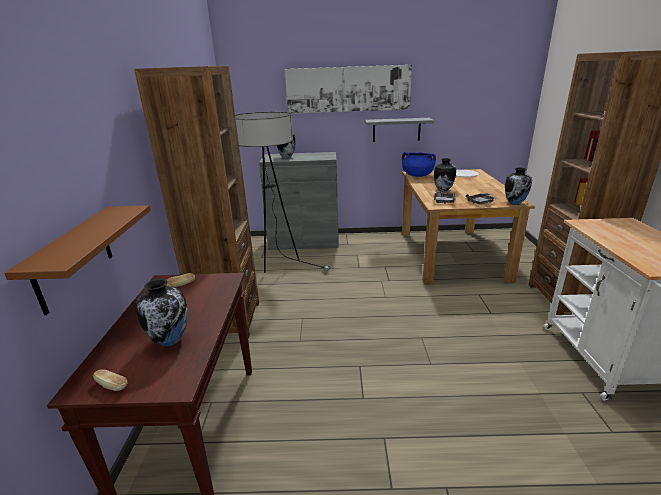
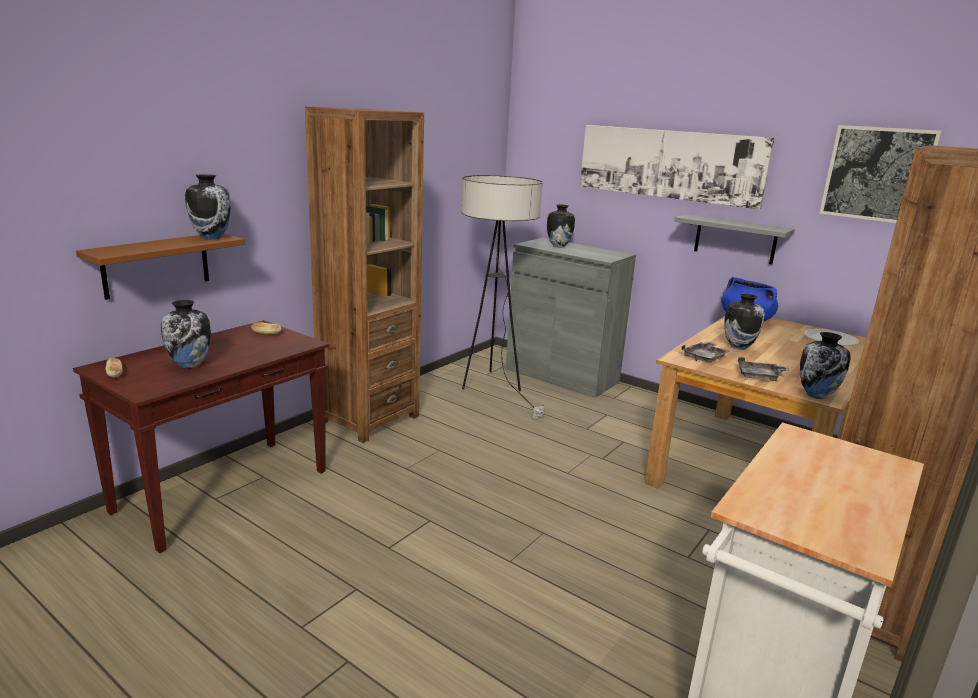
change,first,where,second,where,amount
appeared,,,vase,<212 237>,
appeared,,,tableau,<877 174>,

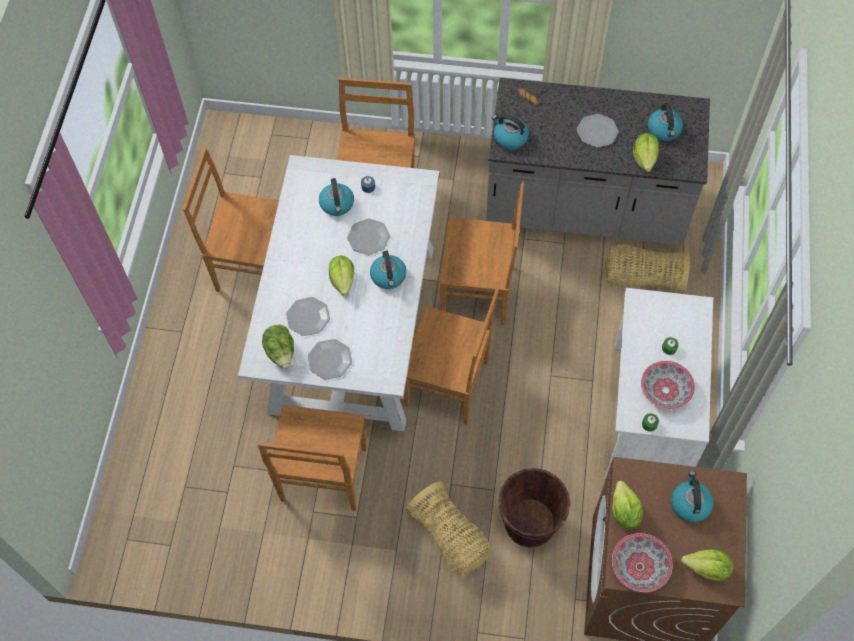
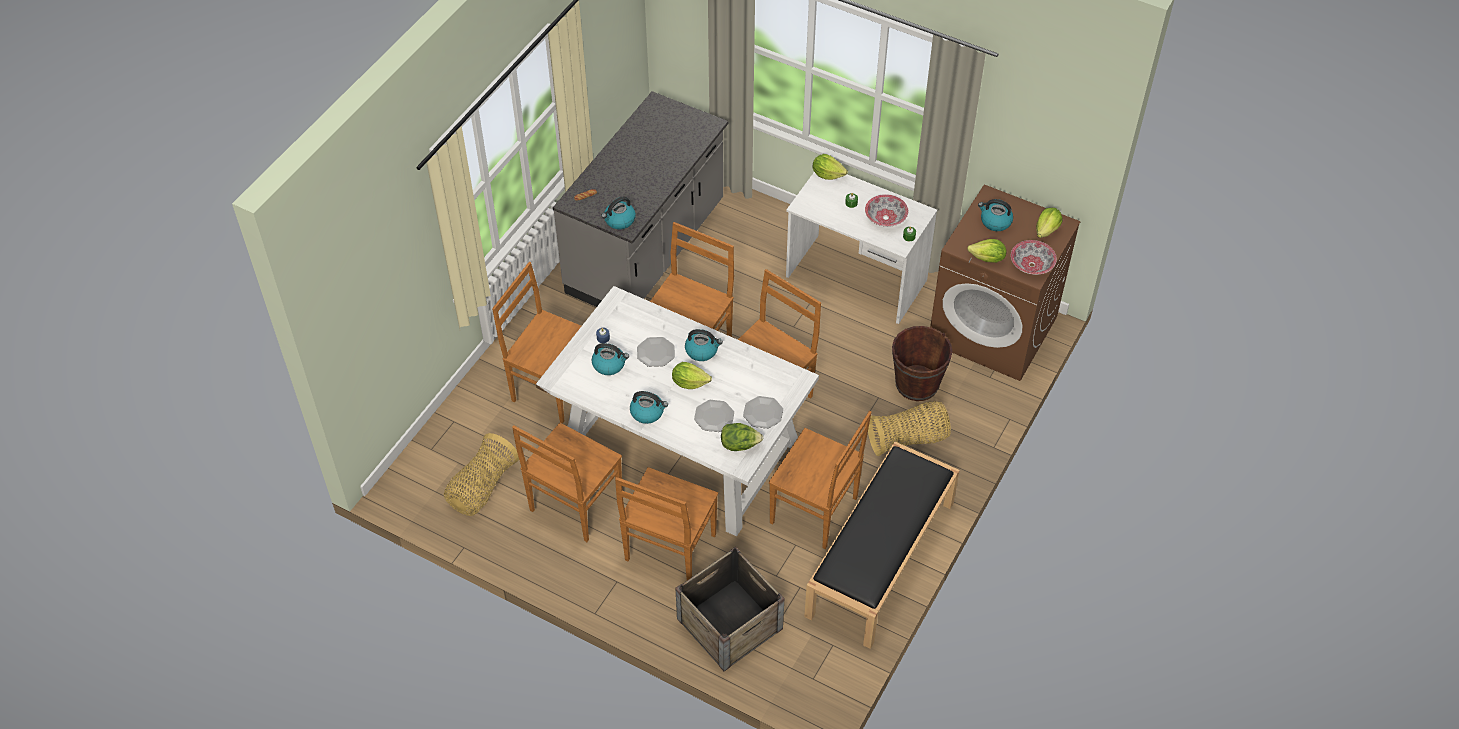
change,first,where,second,where,amount
missing,assiette,<597 131>,,,
appeared,,,chaise/marron,<669 549>,
appeared,,,caisse,<729 623>,
appeared,,,banc/noir,<880 560>,
relocated,panier,<642 278>,,<482 488>,
relocated,laitue,<645 158>,,<827 174>,
relocated,bouilloire,<664 130>,,<648 412>,

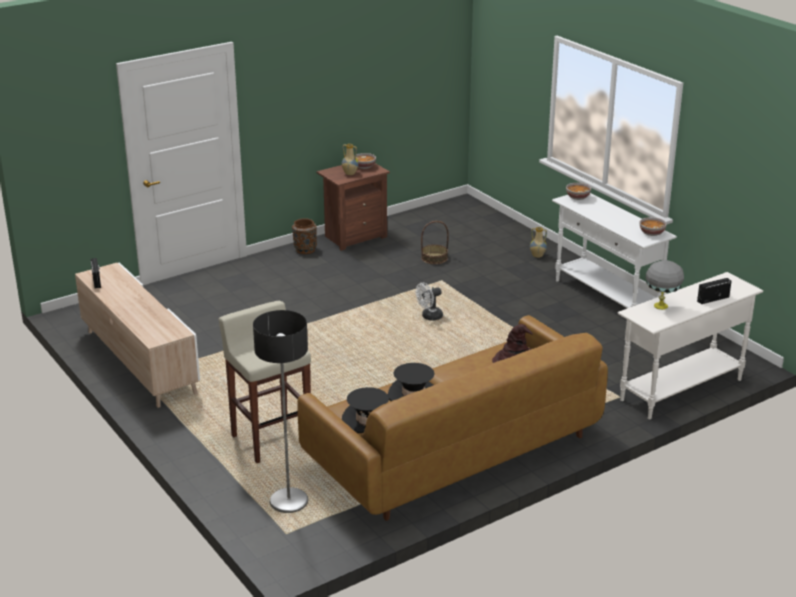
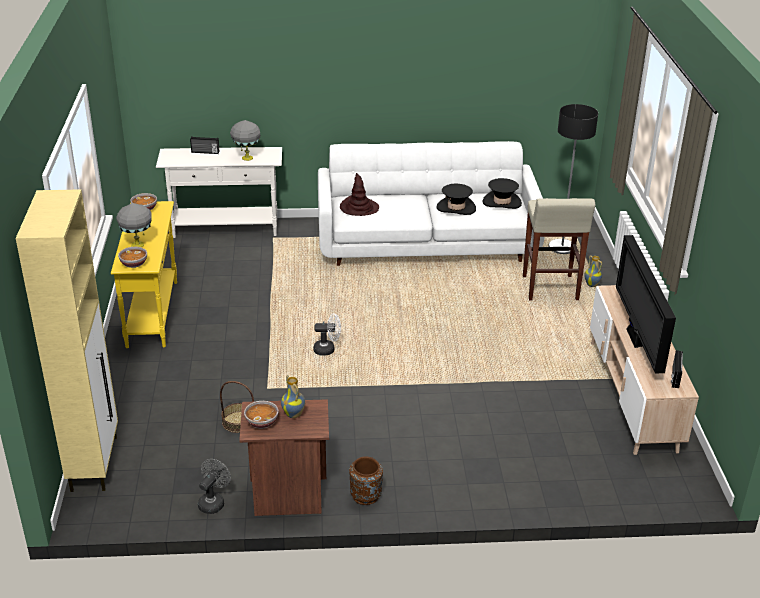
change,first,where,second,where,amount
appeared,,,meuble de rangement/beige,<94 462>,
appeared,,,lampe de table/gris,<138 245>,
appeared,,,ventilateur/gris,<213 502>,
appeared,,,téléviseur,<635 339>,
relocated,vase,<537 256>,,<592 284>,
colour,canapé/marron,<455 451>,canapé/blanc,<426 241>,
colour,table console/blanc,<606 298>,table console/jaune,<153 313>,

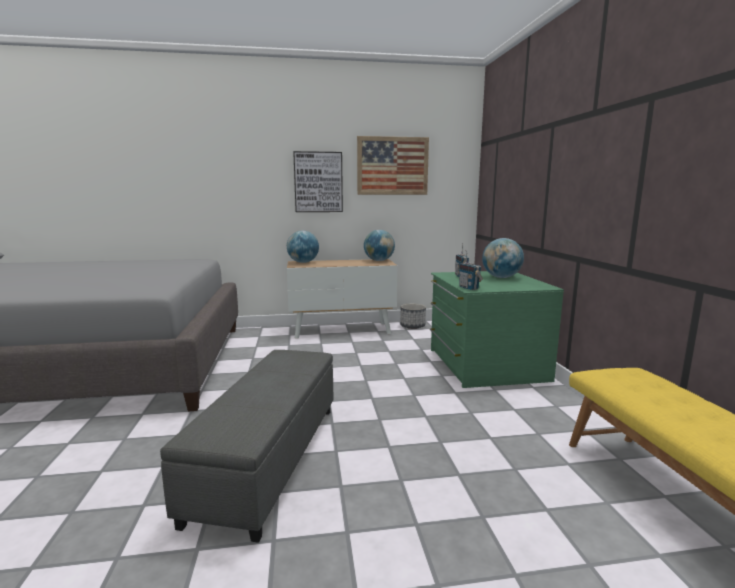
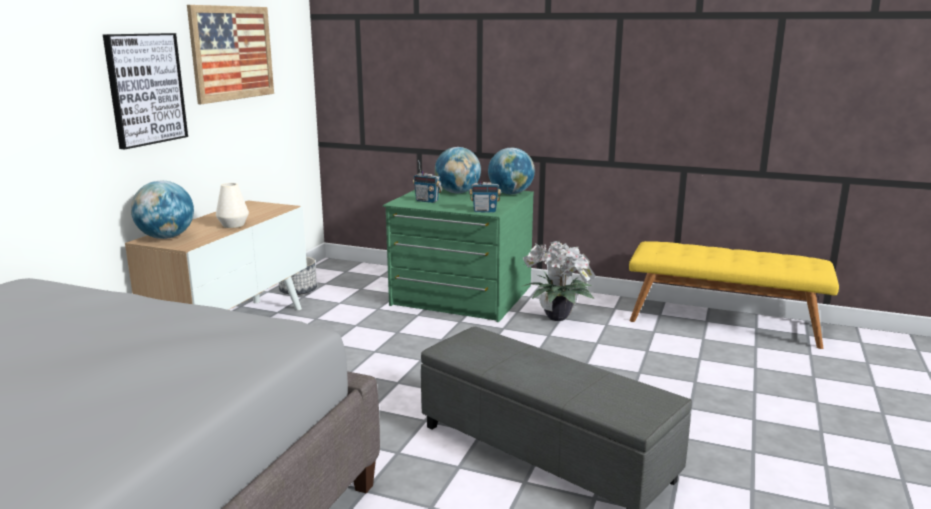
change,first,where,second,where,amount
appeared,,,vase/blanc,<233 225>,
appeared,,,plante en pot,<558 318>,
relocated,globe,<379 261>,,<511 193>,

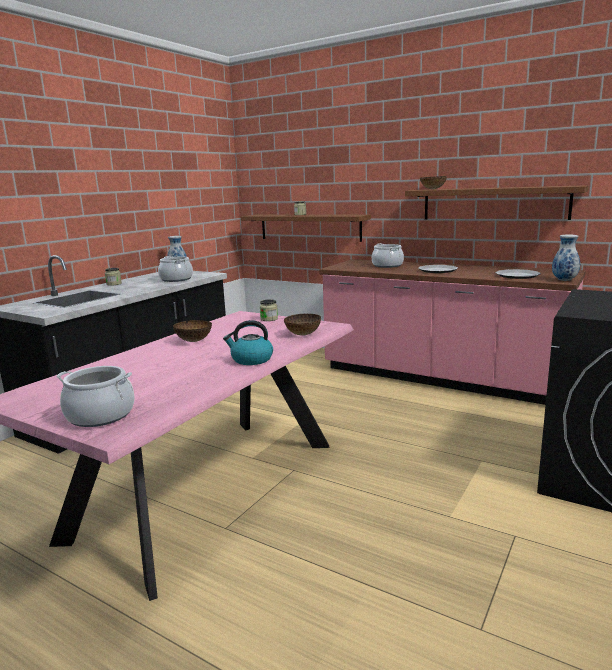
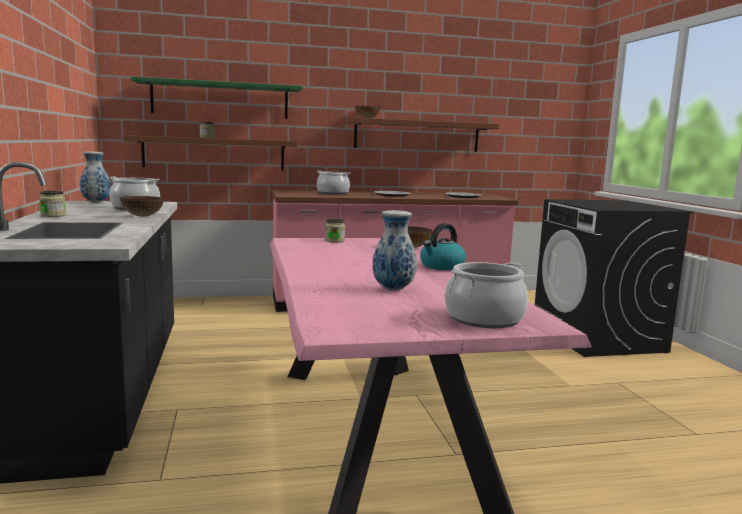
change,first,where,second,where,amount
appeared,,,étagère/vert,<220 100>,
relocated,bol,<194 341>,,<143 216>,
relocated,vase,<564 280>,,<392 289>,

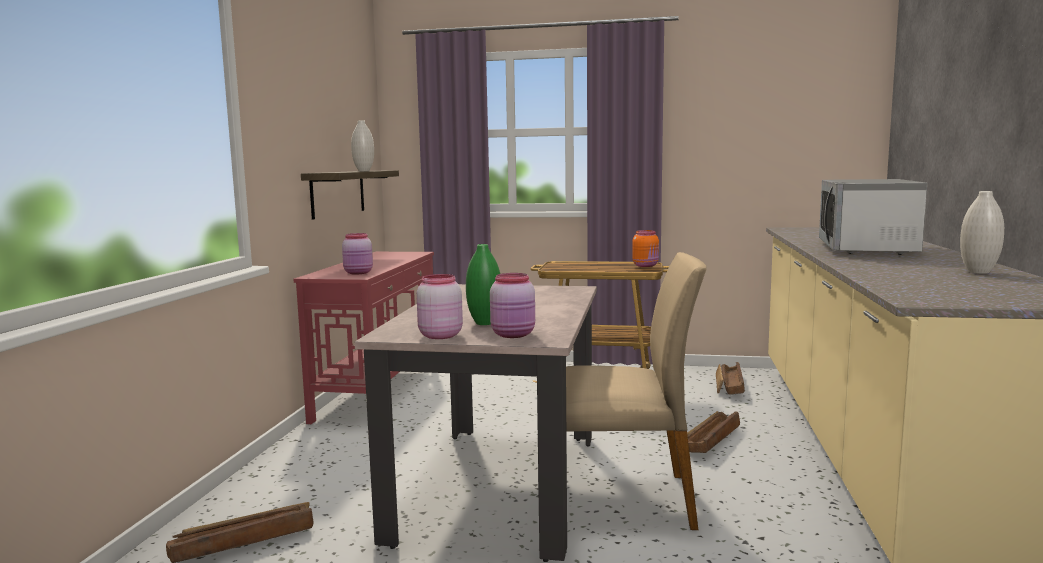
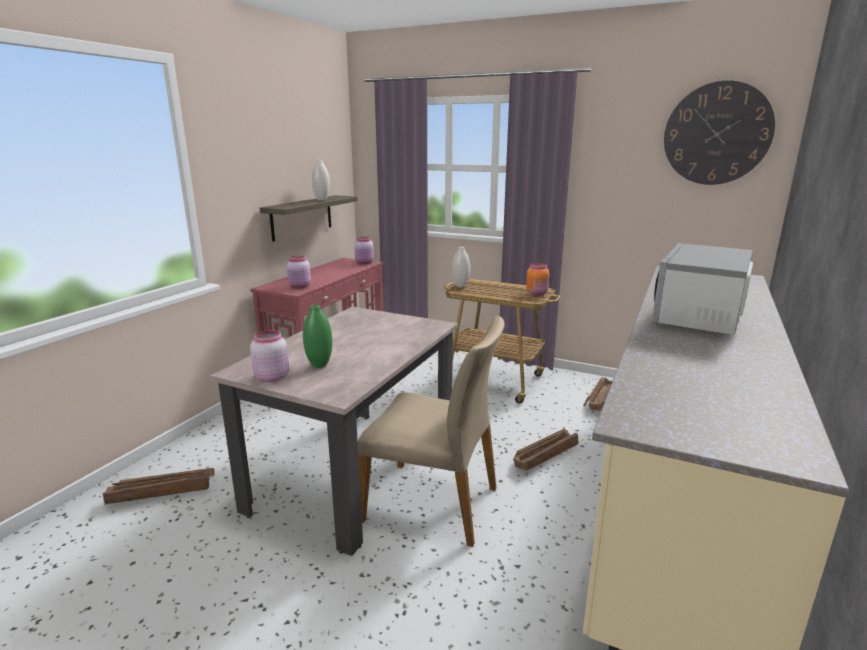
change,first,where,second,where,amount
appeared,,,horloge murale,<717 134>,
relocated,bocal/rose,<514 335>,,<365 263>,
relocated,vase/blanc,<978 272>,,<460 286>,

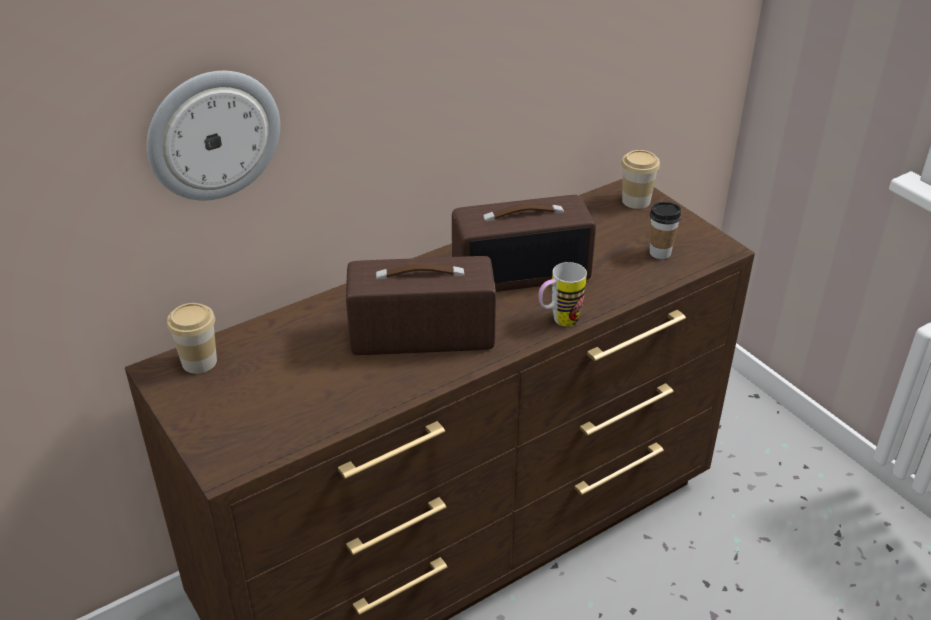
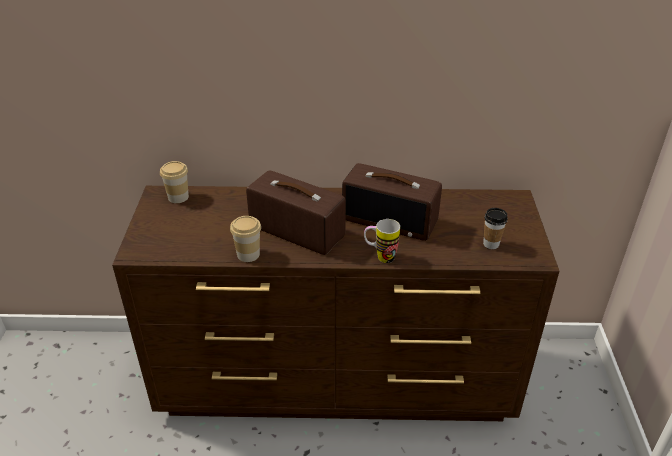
change,first,where,second,where,amount
missing,horloge murale,<213 135>,,,
relocated,tasse,<636 201>,,<248 254>,

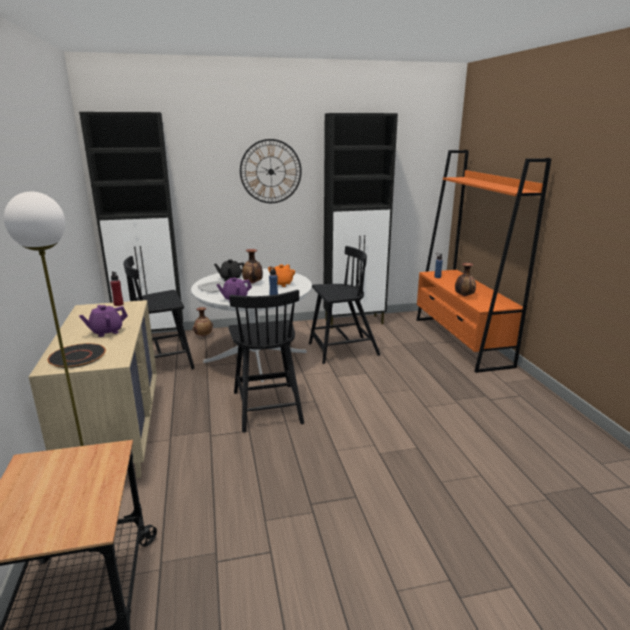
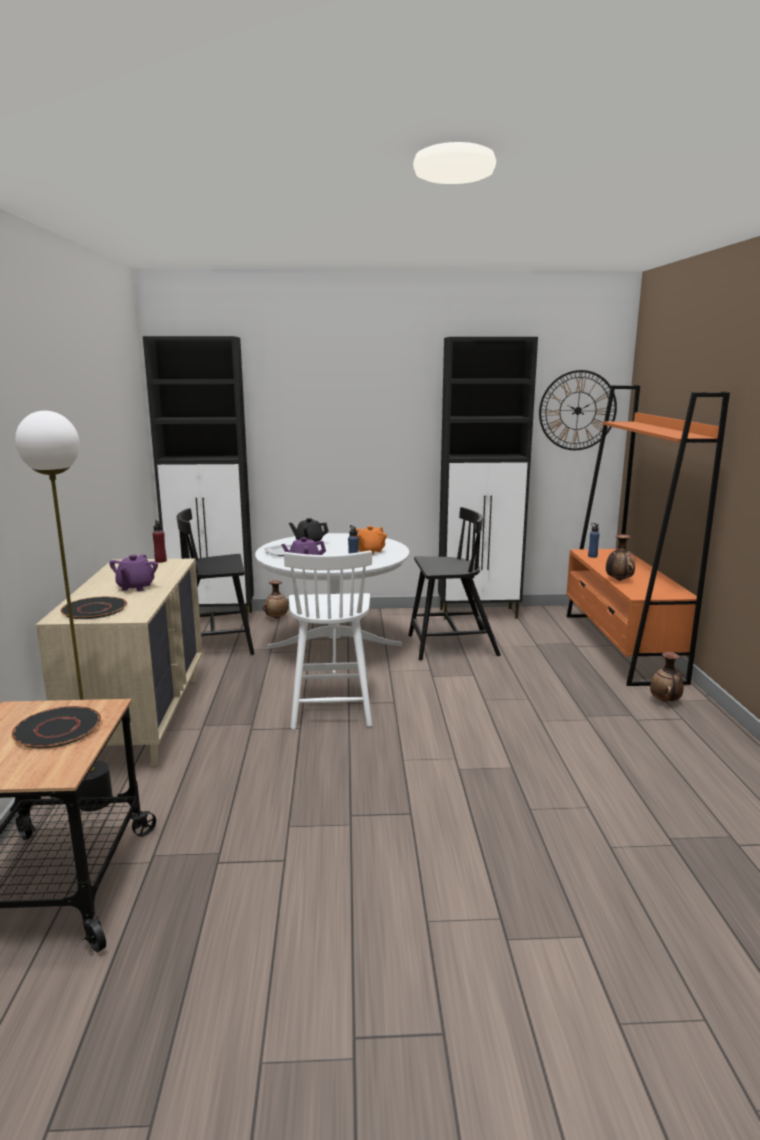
change,first,where,second,where,amount
appeared,,,assiette/noir,<57 729>,
relocated,horloge murale,<270 171>,,<577 410>,
relocated,vase,<253 283>,,<665 701>,
colour,chaise/noir,<267 406>,chaise/blanc,<331 703>,
spun,théière/violet,<106 331>,,<135 587>,60 degrees counterclockwise

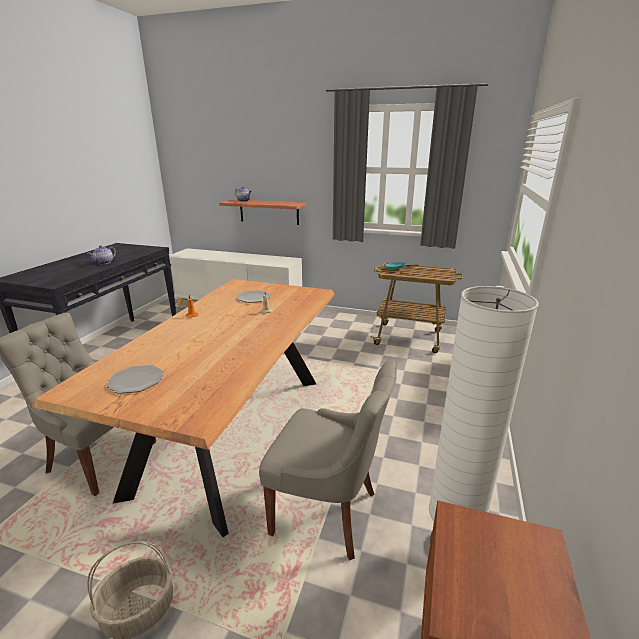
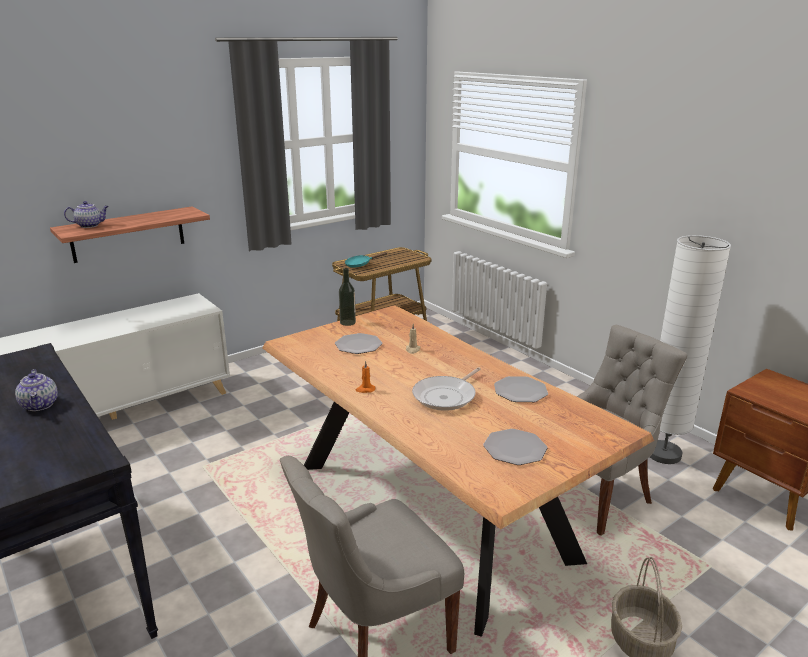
change,first,where,second,where,amount
appeared,,,bouteille,<347 322>,
appeared,,,poêle,<446 396>,
appeared,,,assiette,<520 391>,

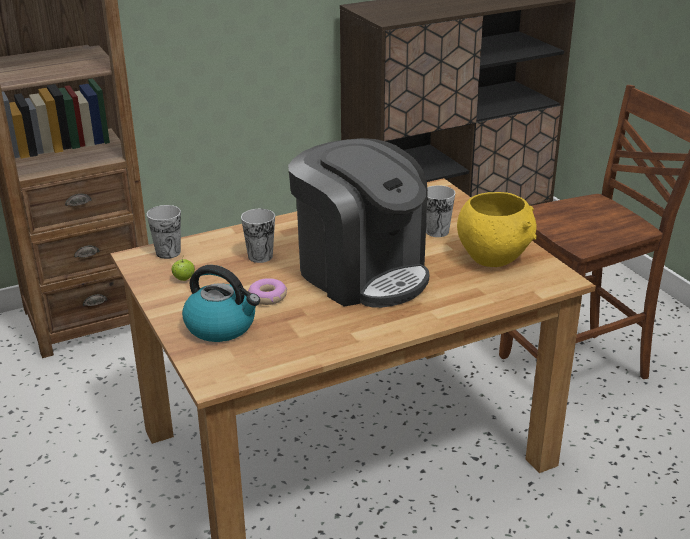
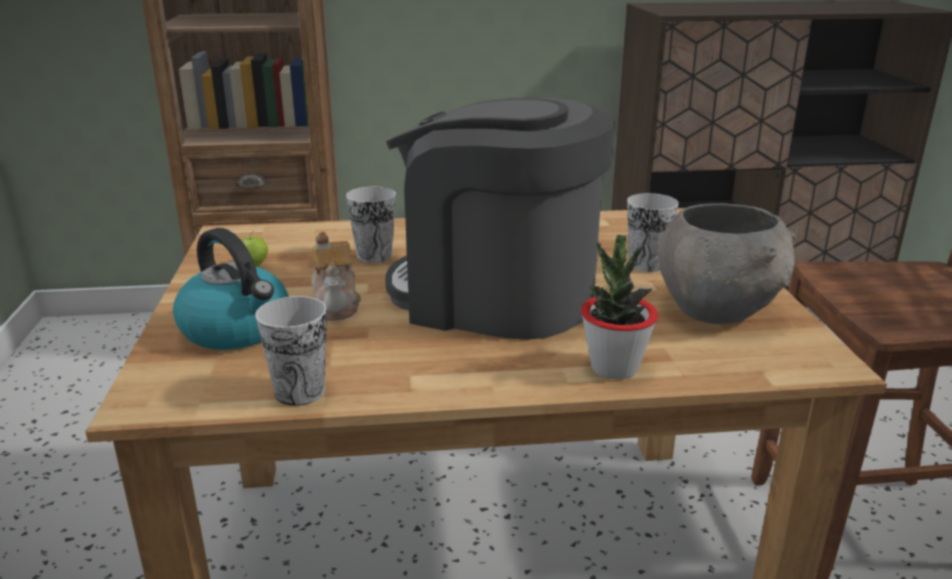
change,first,where,second,where,amount
appeared,,,plante en pot,<614 368>,
relocated,tasse,<168 252>,,<300 392>,
exchanged,beignet,<268 297>,théière,<336 304>,
colour,bol/jaune,<493 257>,bol/gris,<717 311>,
spun,machine à café,<361 272>,,<495 297>,135 degrees clockwise

